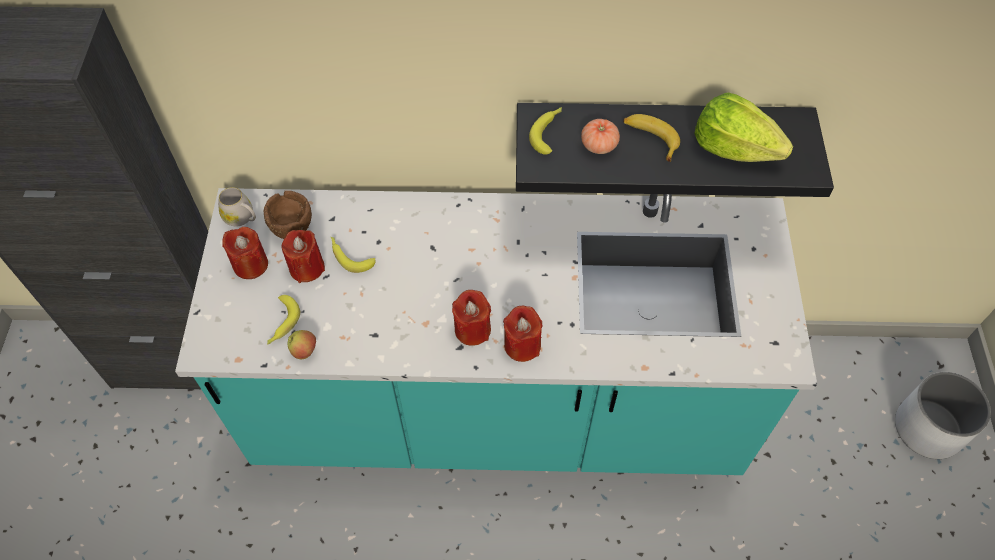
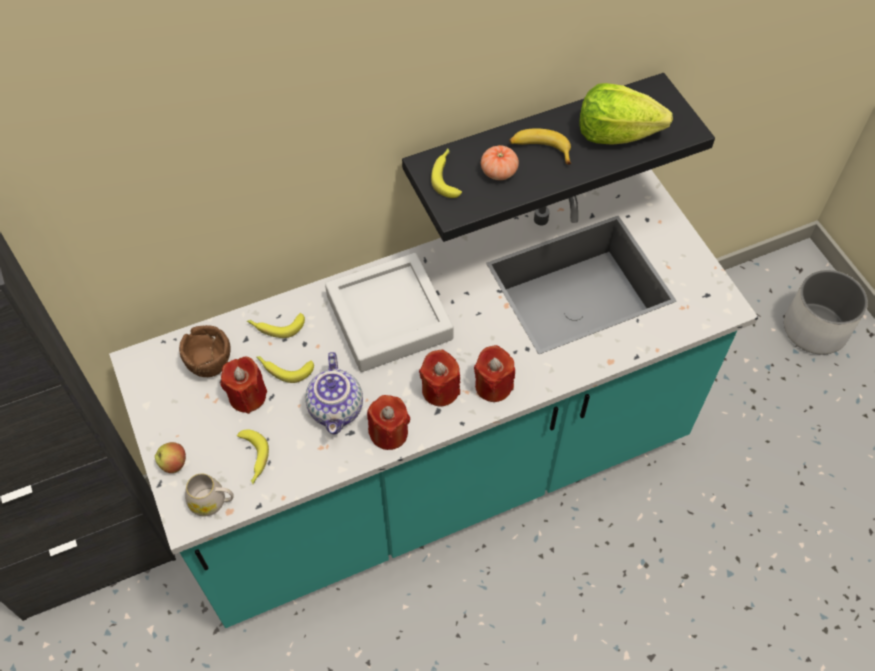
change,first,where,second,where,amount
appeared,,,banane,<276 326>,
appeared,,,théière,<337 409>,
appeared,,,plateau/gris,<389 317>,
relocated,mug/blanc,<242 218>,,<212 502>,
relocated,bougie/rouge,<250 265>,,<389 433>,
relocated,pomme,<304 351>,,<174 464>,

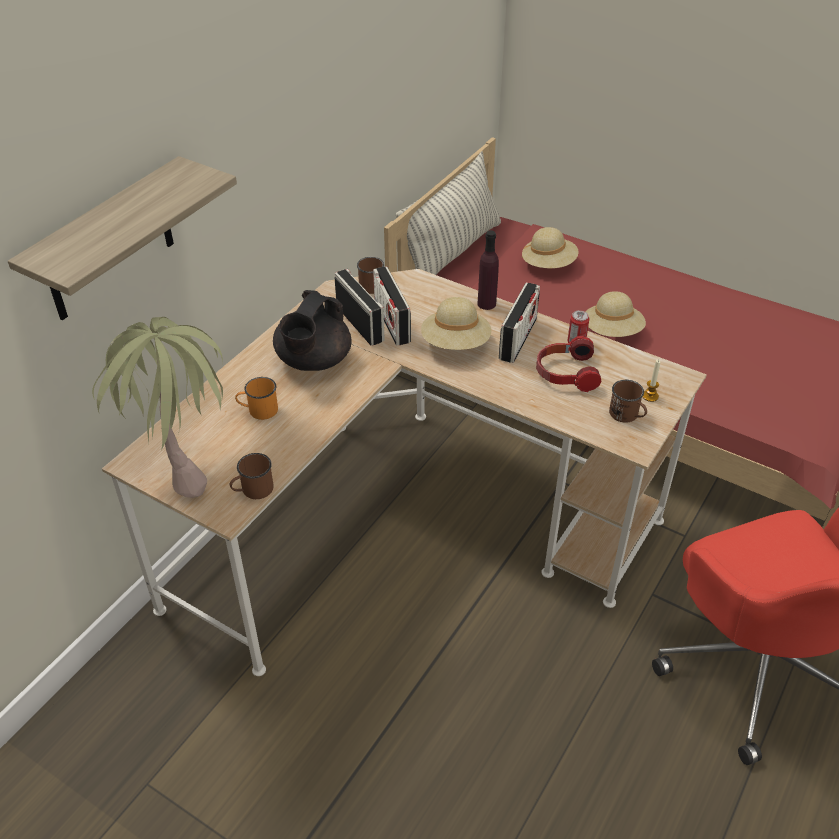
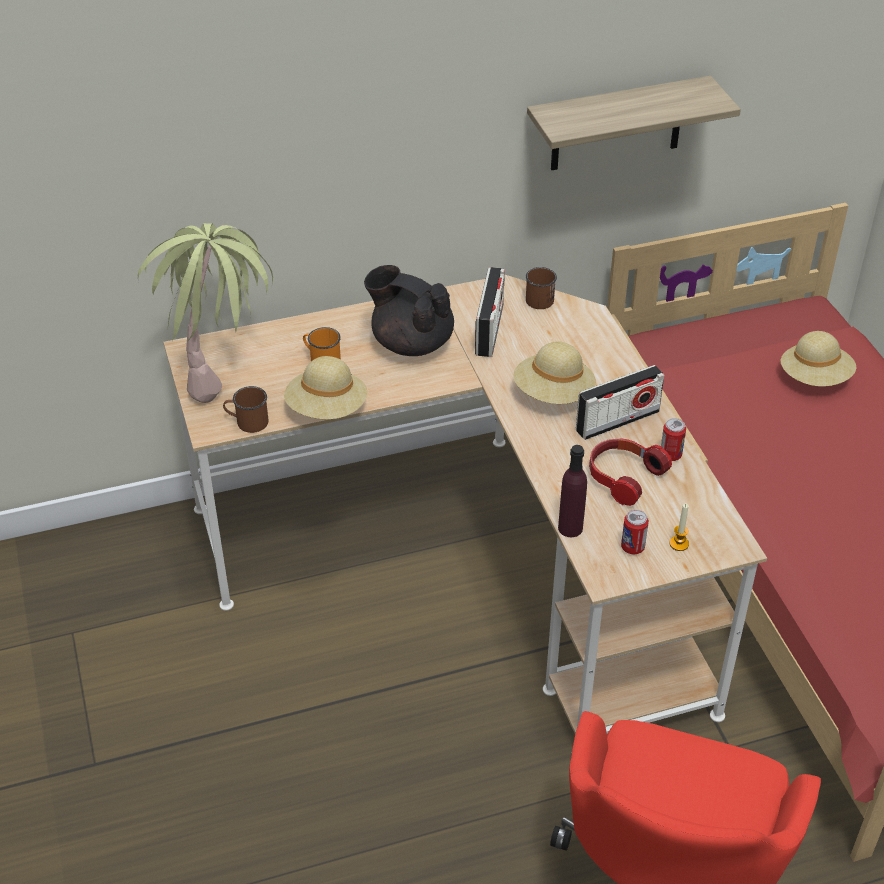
change,first,where,second,where,amount
missing,radio,<392 322>,,,
missing,coussin,<452 251>,,,
relocated,étagère,<109 243>,,<617 124>,
relocated,bouteille/violet,<486 304>,,<570 528>,
relocated,chapeau/beige,<612 332>,,<327 409>,
exchanged,mug/marron,<627 415>,boîte métallique,<632 547>,
spun,théière/noir,<313 361>,,<411 342>,60 degrees clockwise

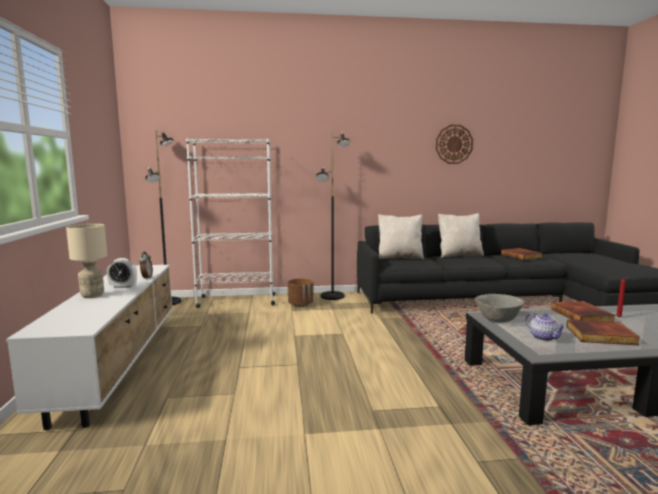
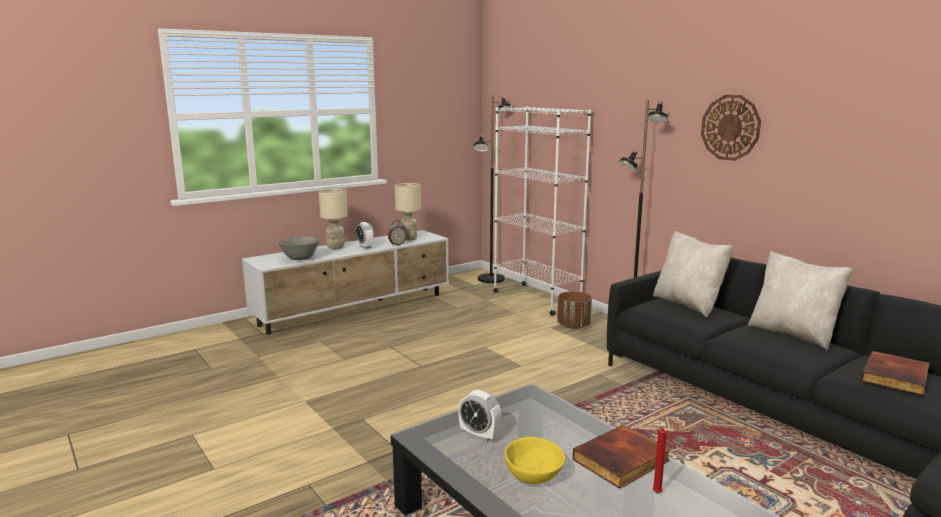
change,first,where,second,where,amount
appeared,,,lampe de table/beige,<409 239>,
relocated,horloge murale,<454 144>,,<730 127>,
relocated,bol/gris,<498 321>,,<300 259>,
exchanged,théière,<544 338>,réveil,<479 435>,
exchanged,livre,<600 336>,bol/jaune,<532 475>,

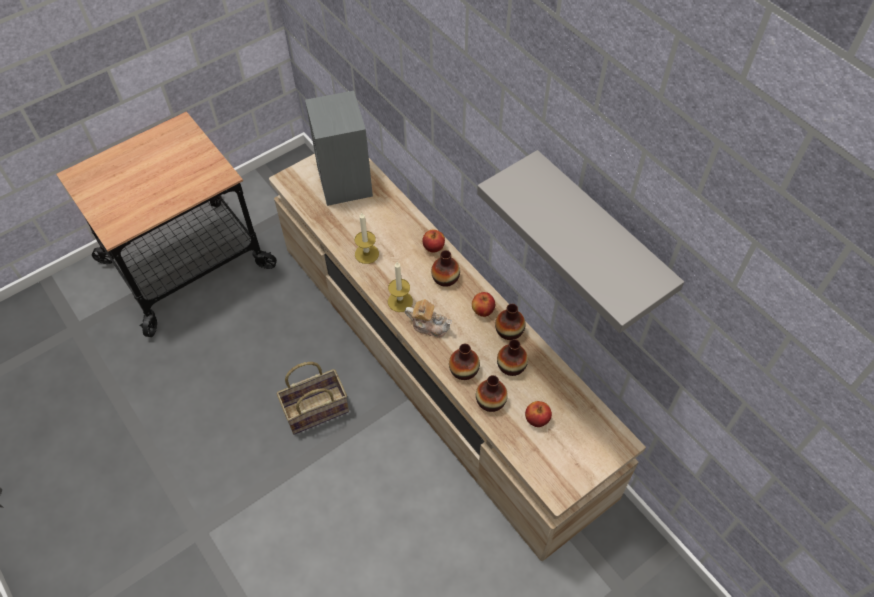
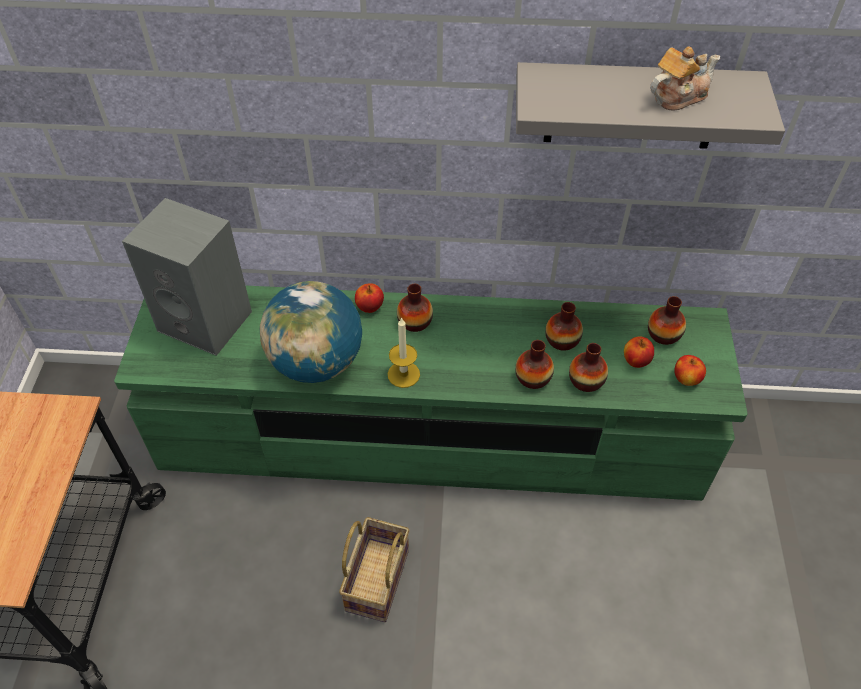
change,first,where,second,where,amount
relocated,théière,<429 325>,,<677 96>,
relocated,pomme,<483 310>,,<686 379>,
relocated,vase,<509 330>,,<663 334>,
exchanged,bougie,<366 254>,globe,<316 363>,
colour,meuble télé/beige,<437 364>,meuble télé/vert,<430 436>,

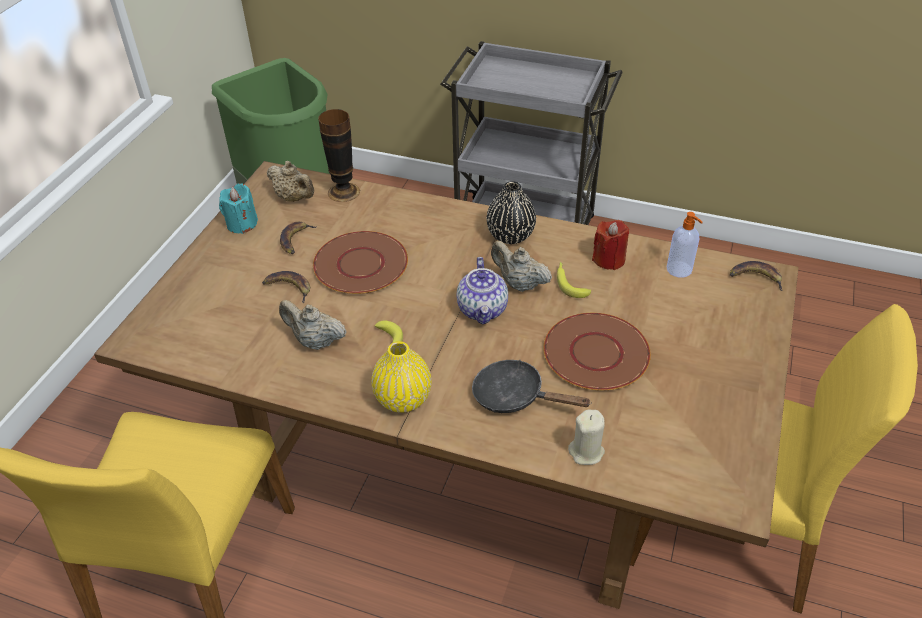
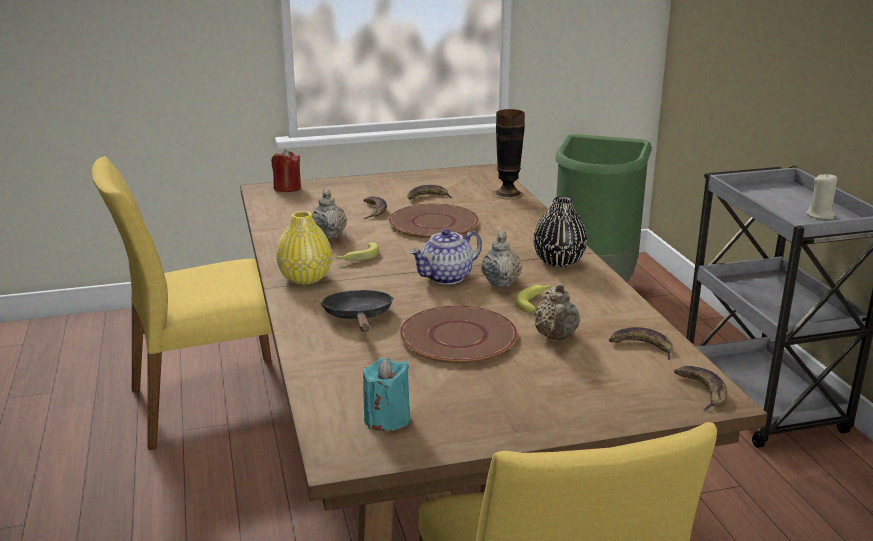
change,first,where,second,where,amount
relocated,bougie/turquoise,<242 224>,,<387 419>,
relocated,théière/beige,<294 198>,,<556 337>,
relocated,bougie/beige,<586 452>,,<820 215>,
relocated,bougie/rouge,<609 259>,,<287 188>,
exchanged,distributeur de savon,<680 270>,banane,<641 346>,

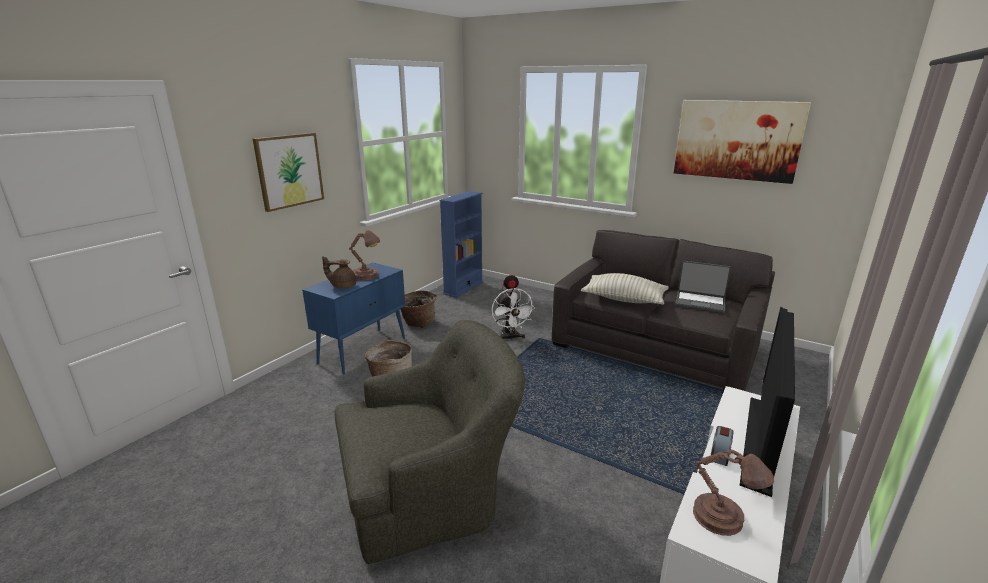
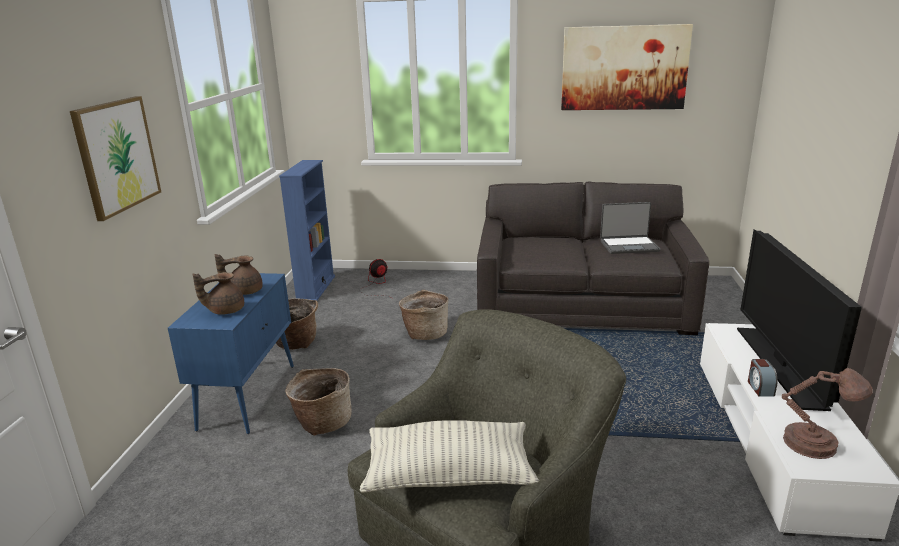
change,first,where,second,where,amount
relocated,coussin,<624 299>,,<449 475>,
exchanged,lampe de table/marron,<367 276>,théière/marron,<244 291>,
exchanged,ventilateur/blanc,<510 338>,panier,<425 333>,

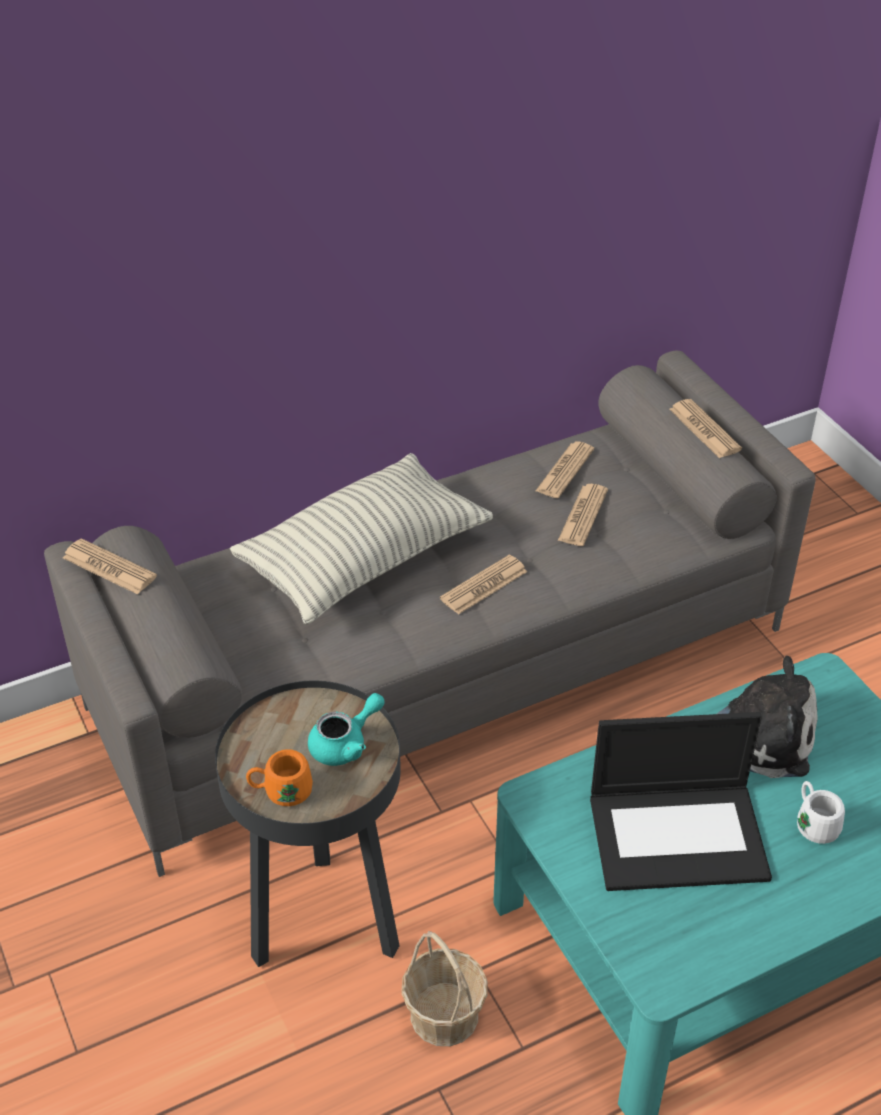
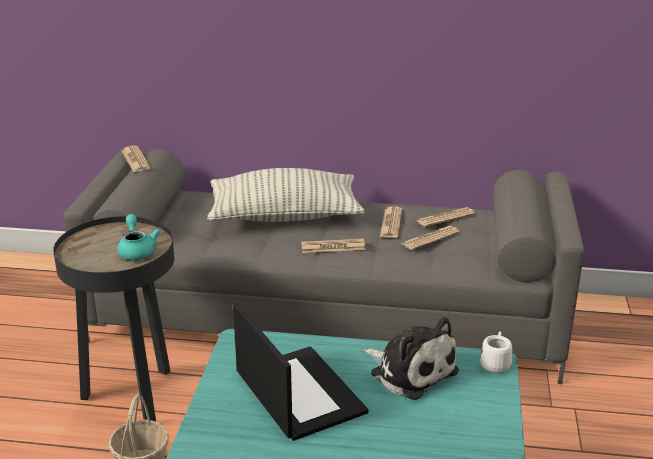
change,first,where,second,where,amount
missing,mug/orange,<281 791>,,,
relocated,journal,<704 429>,,<391 223>,
relocated,mug/blanc,<814 822>,,<495 362>,
spun,théière/turquoise,<345 744>,,<137 251>,105 degrees counterclockwise
spun,ordinateur portable,<679 835>,,<298 392>,150 degrees counterclockwise

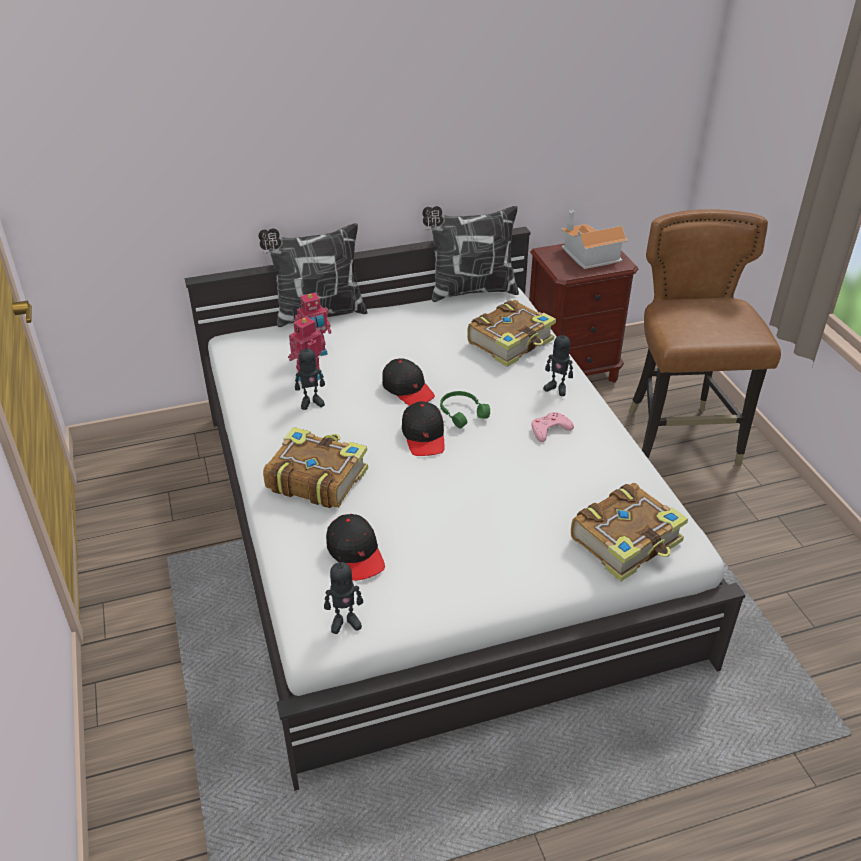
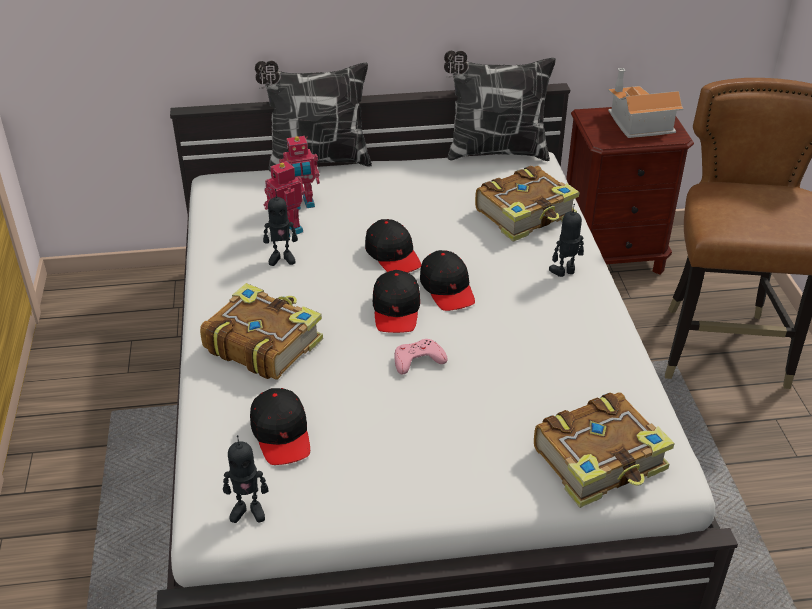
change,first,where,second,where,amount
relocated,manette/rose,<549 430>,,<418 360>,
exchanged,casque audio/vert,<462 413>,casquette/noir,<447 288>,
spun,robot jouet,<556 388>,,<565 272>,120 degrees clockwise

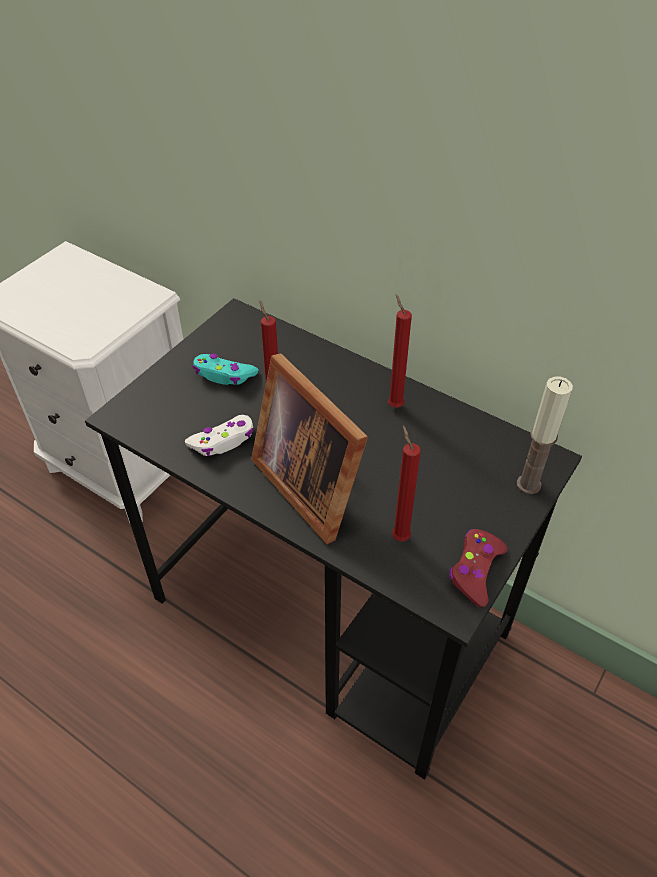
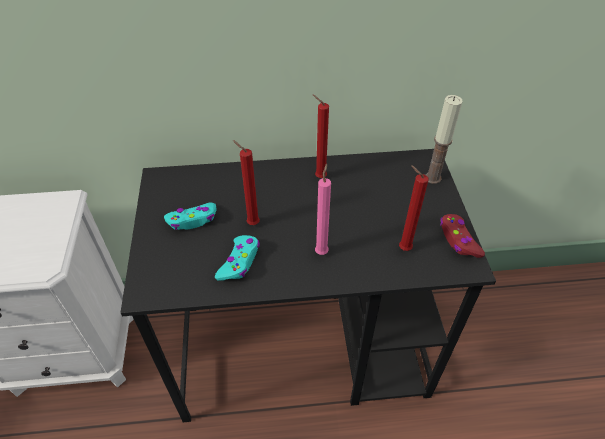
change,first,where,second,where,amount
exchanged,cadre photo,<311 482>,bougie/rose,<322 251>,
colour,manette/blanc,<223 441>,manette/turquoise,<239 262>,

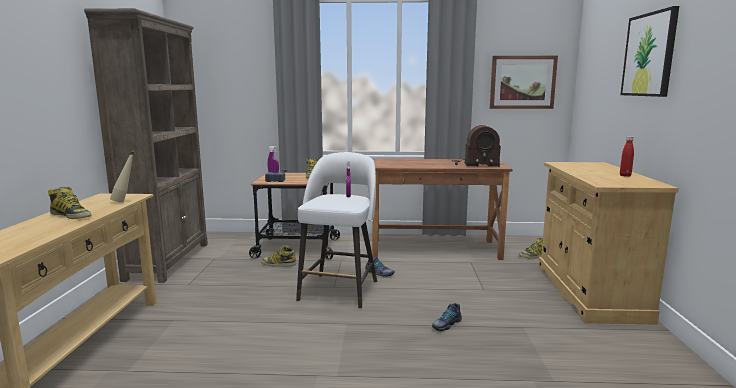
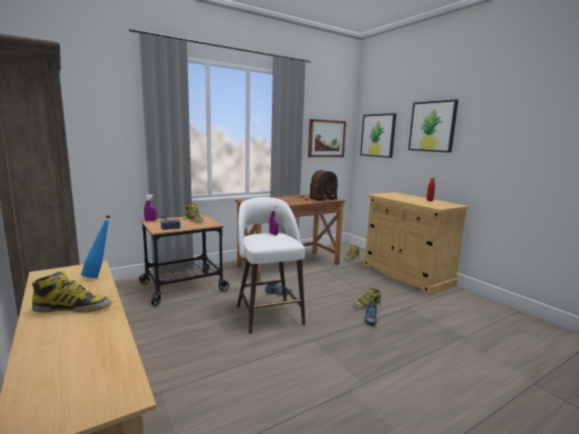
change,first,where,second,where,amount
appeared,,,tableau,<378 135>,
relocated,botte,<278 264>,,<367 305>,
colour,bouteille/beige,<125 201>,bouteille/bleu,<99 276>,

